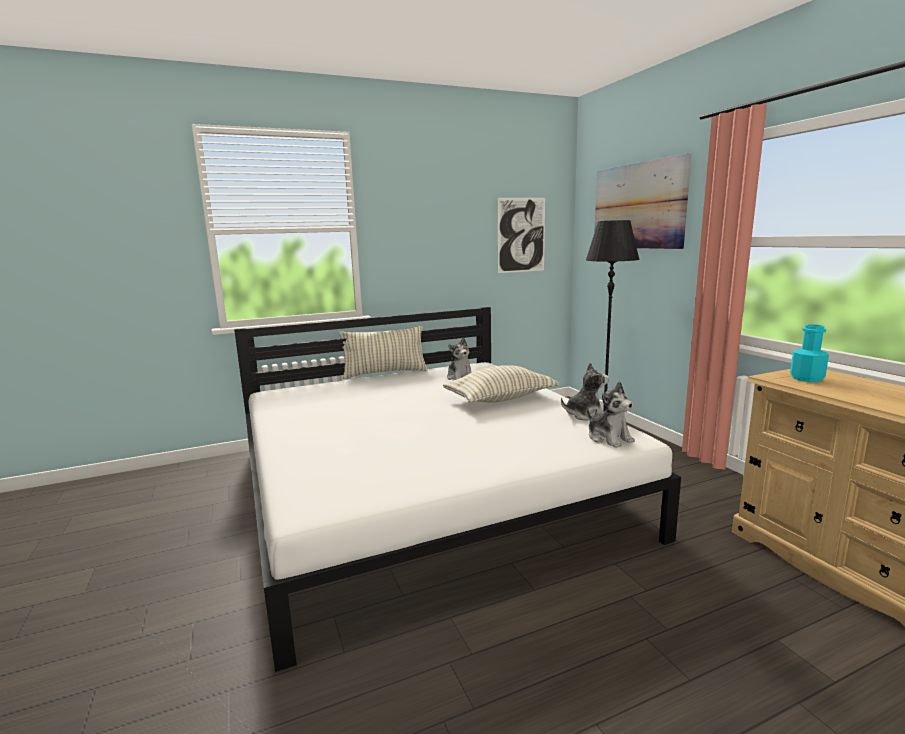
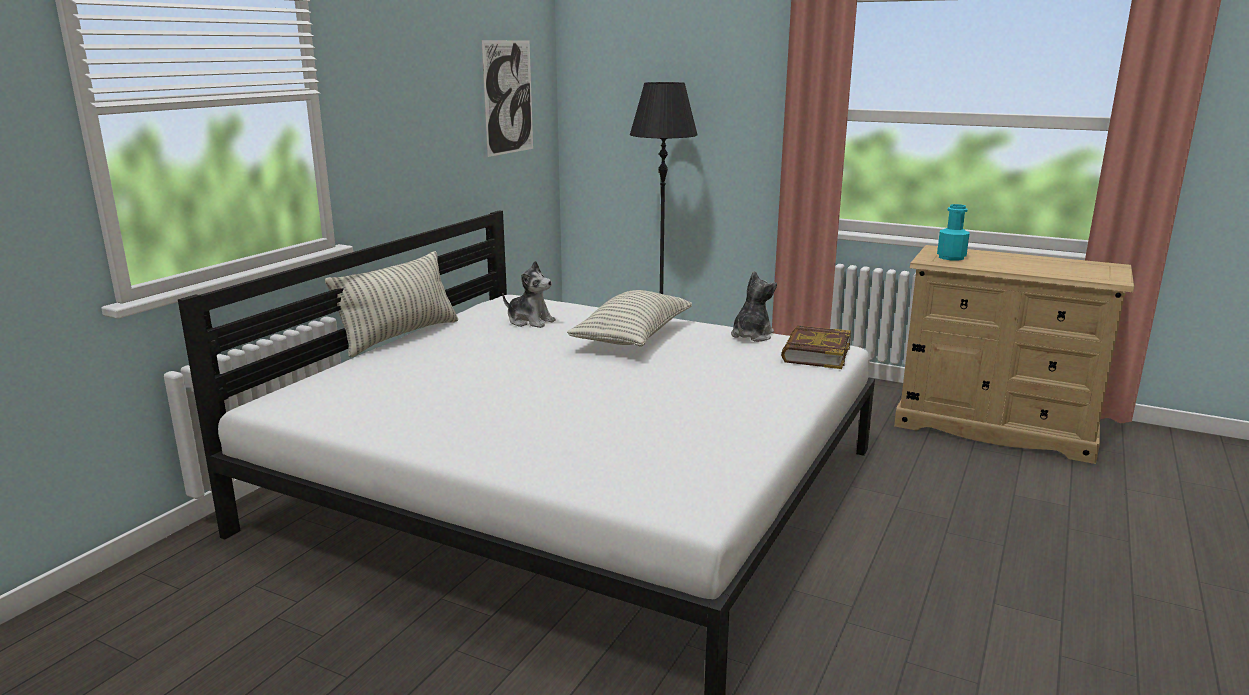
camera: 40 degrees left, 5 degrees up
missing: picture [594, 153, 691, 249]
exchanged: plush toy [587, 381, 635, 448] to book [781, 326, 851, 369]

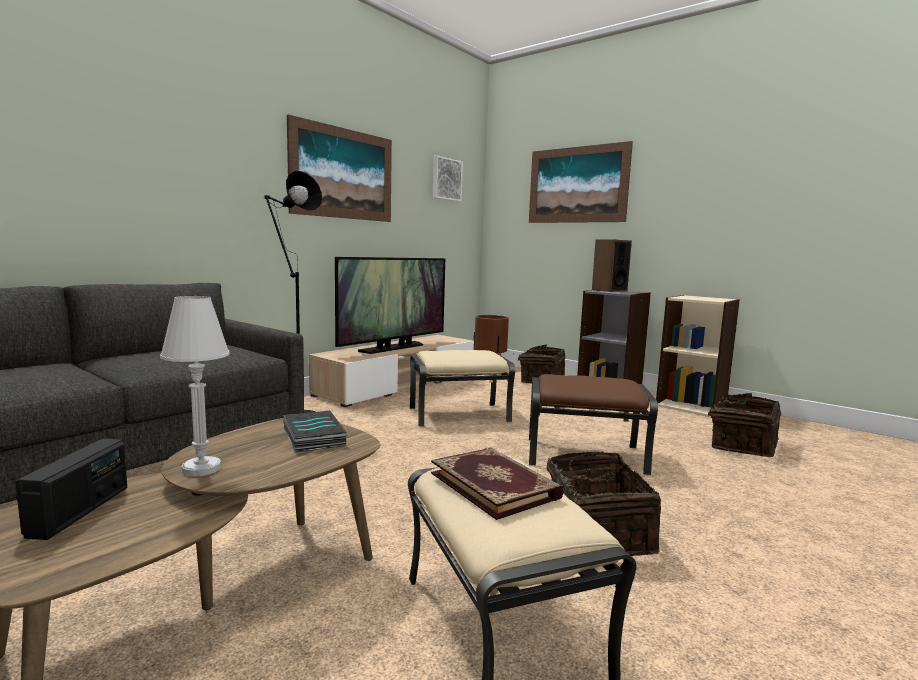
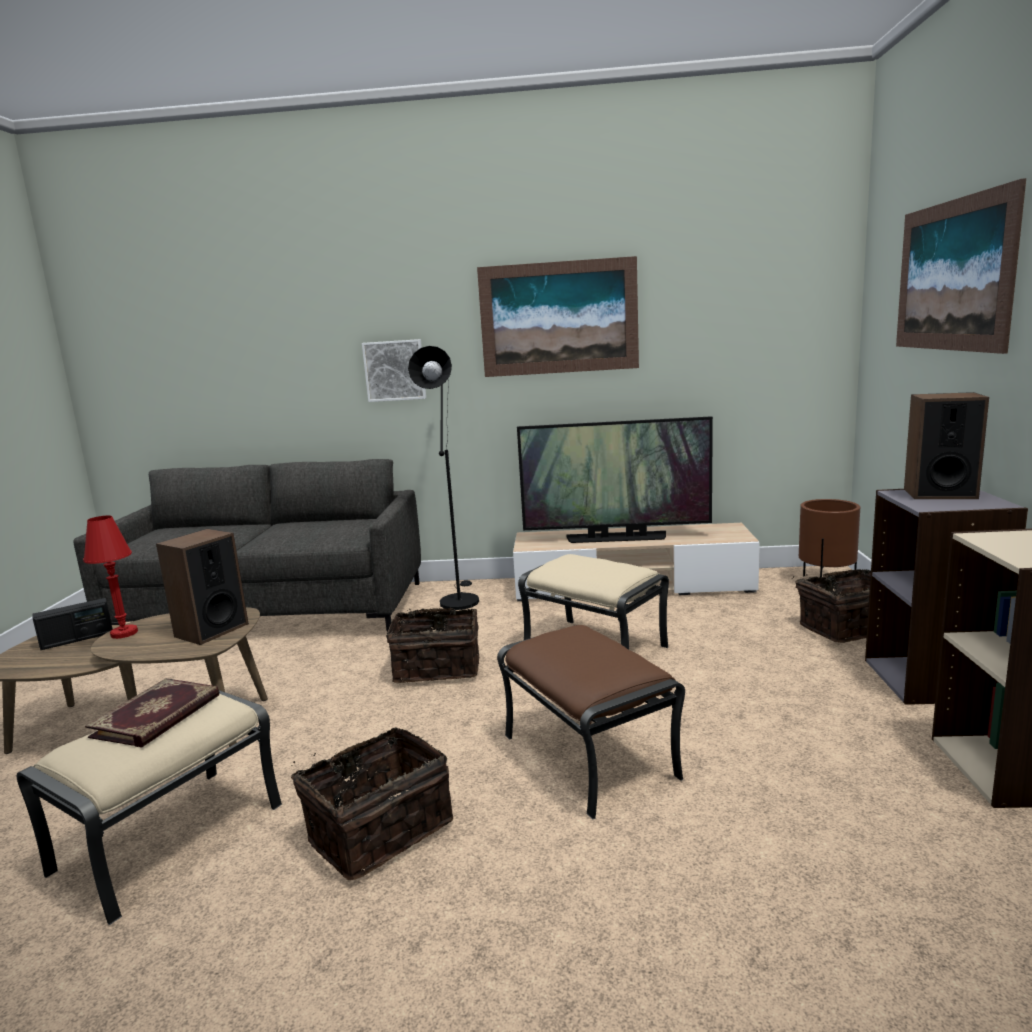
camera: 55 degrees right, 5 degrees up
relocated: picture [433, 156, 463, 202] to [362, 339, 426, 402]; basket [695, 393, 782, 457] to [386, 608, 479, 683]
exchanged: book [283, 411, 347, 452] to speaker [156, 529, 249, 645]
colour: table lamp (white) [160, 296, 230, 477] to table lamp (red) [83, 515, 138, 639]

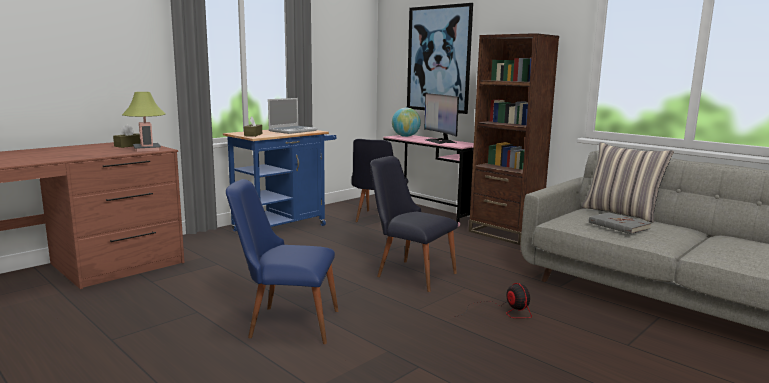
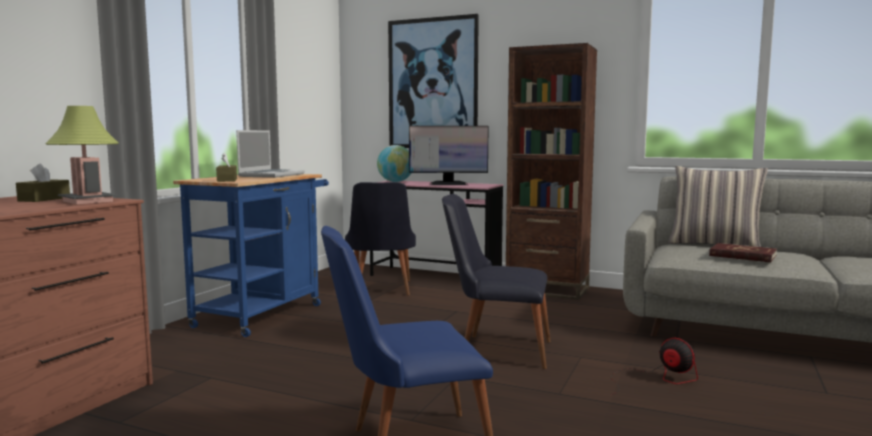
camera: 20 degrees left, 5 degrees down
colour: book (grey) [589, 212, 651, 234] to book (red) [709, 243, 777, 262]
spun: monitor [424, 93, 459, 144] = [409, 126, 489, 185] 45 degrees counterclockwise

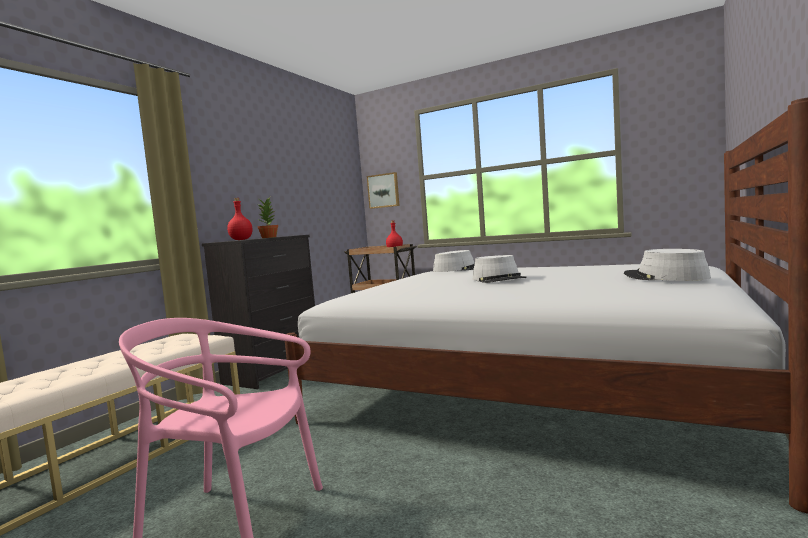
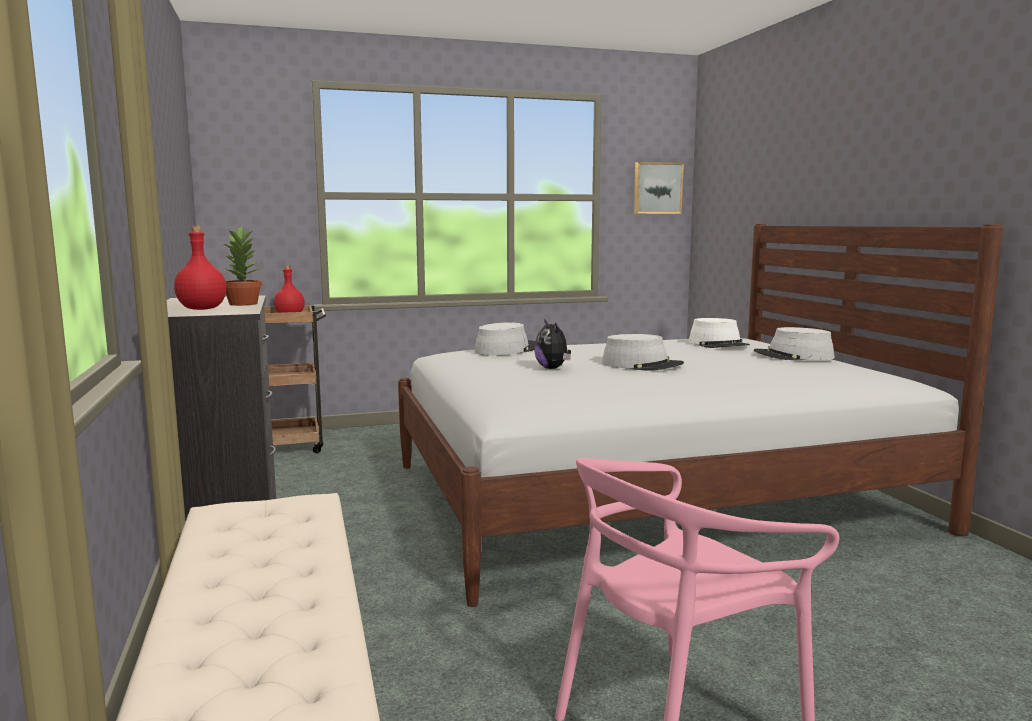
camera: 45 degrees left, 5 degrees up
appeared: plush toy [534, 319, 571, 369]; hat (white) [689, 318, 750, 348]
relocated: picture [367, 172, 399, 209] to [634, 162, 684, 214]

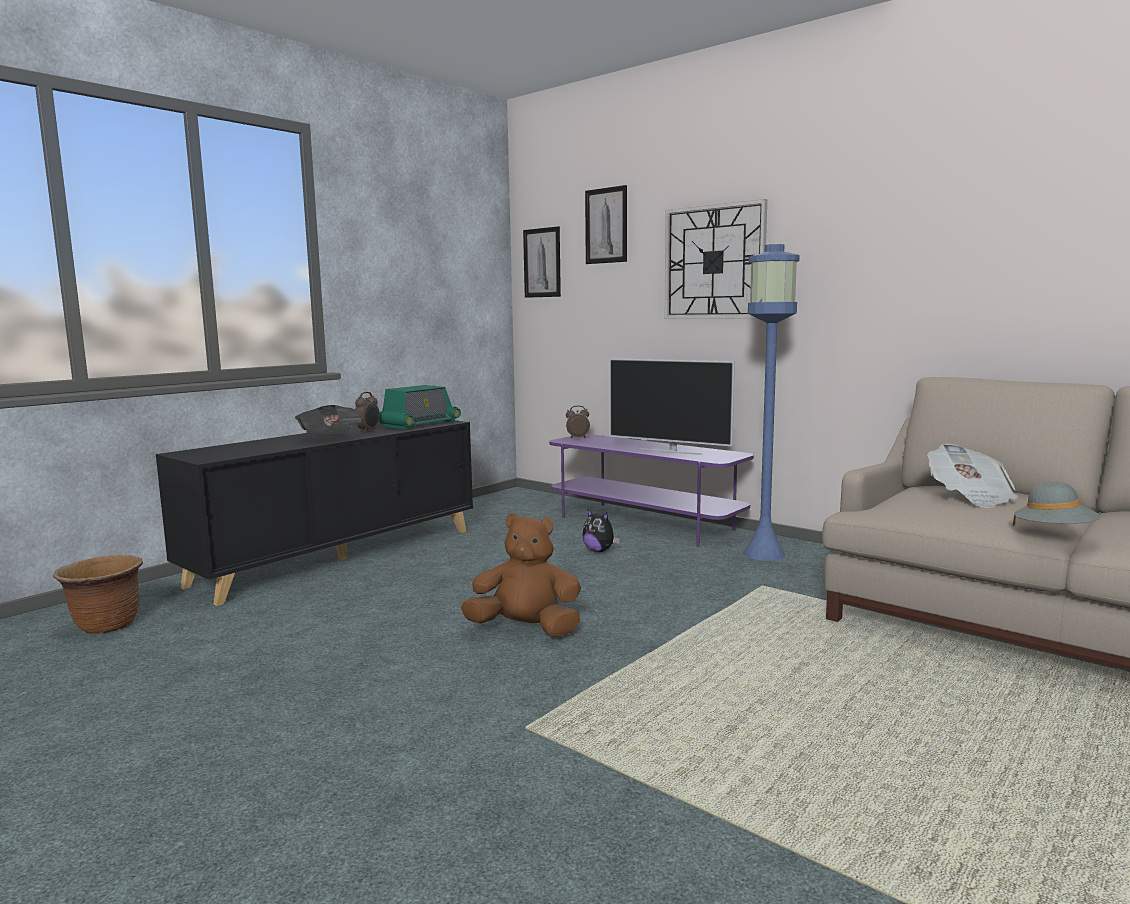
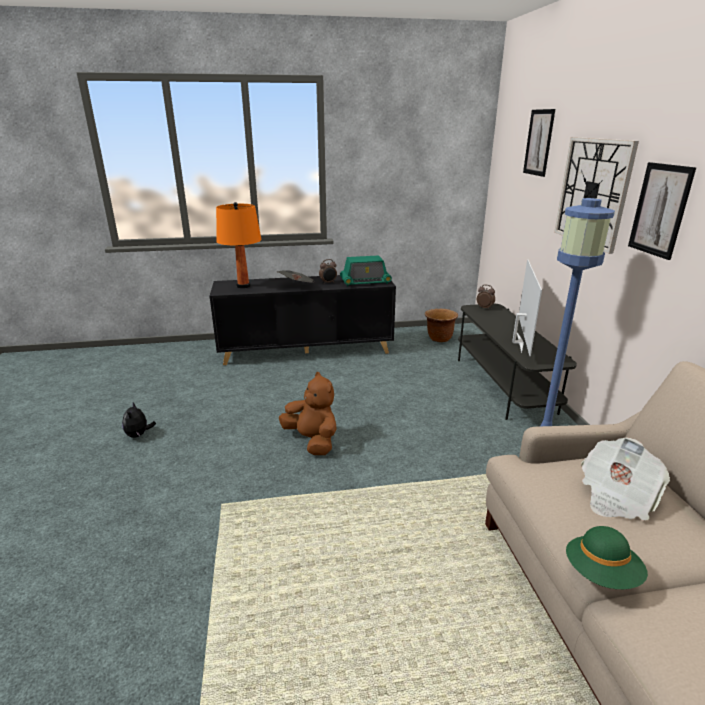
camera: 40 degrees right, 15 degrees up
appeared: table lamp (orange) [216, 202, 261, 288]
relocated: planter (brown) [53, 555, 143, 634] to [425, 309, 458, 342]; picture [523, 226, 561, 298] to [628, 162, 696, 260]; plush toy [582, 509, 620, 552] to [122, 402, 156, 438]
colour: tv stand (purple) [549, 434, 754, 547] to tv stand (grey) [458, 304, 577, 420]; hat (grey) [1013, 482, 1101, 526] to hat (green) [566, 526, 648, 589]
spun: television [609, 358, 735, 455] = [512, 259, 542, 357] 150 degrees counterclockwise

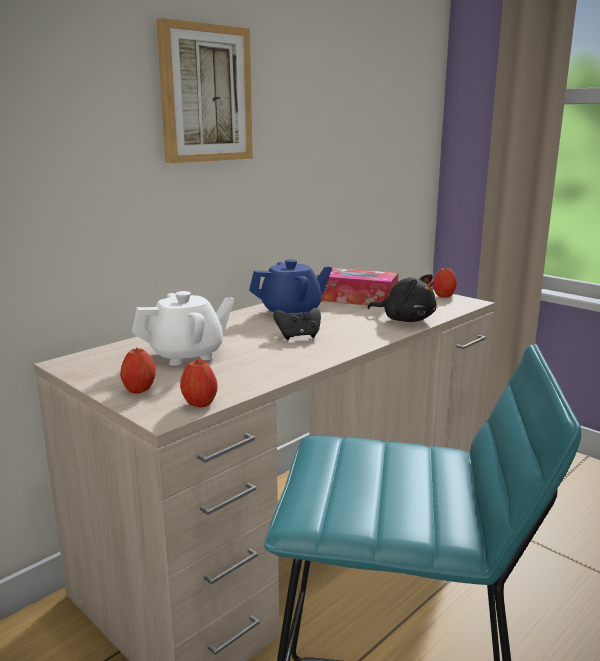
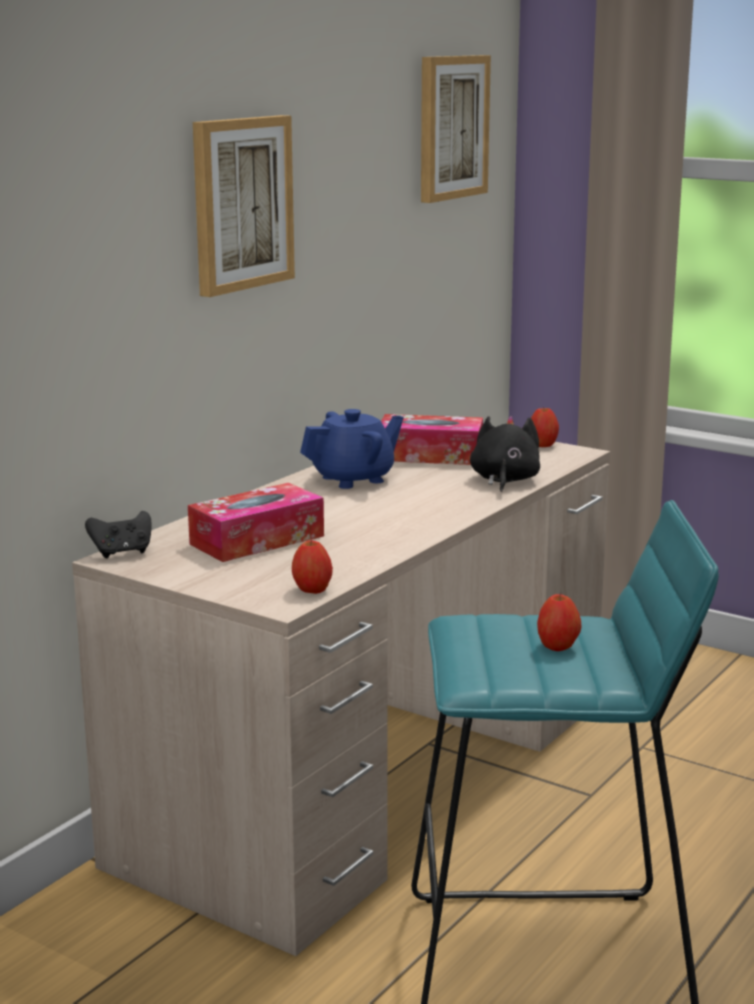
camera: 10 degrees left, 0 degrees up
appeared: picture [421, 55, 491, 203]
relocated: apple [120, 348, 156, 394] to [537, 594, 582, 651]; game controller (black) [273, 307, 321, 340] to [85, 511, 152, 558]
exchanged: teapot (white) [132, 291, 234, 366] to tissue box [188, 483, 324, 562]
spun: plush toy (black) [367, 274, 437, 322] = [470, 416, 540, 492] 105 degrees counterclockwise

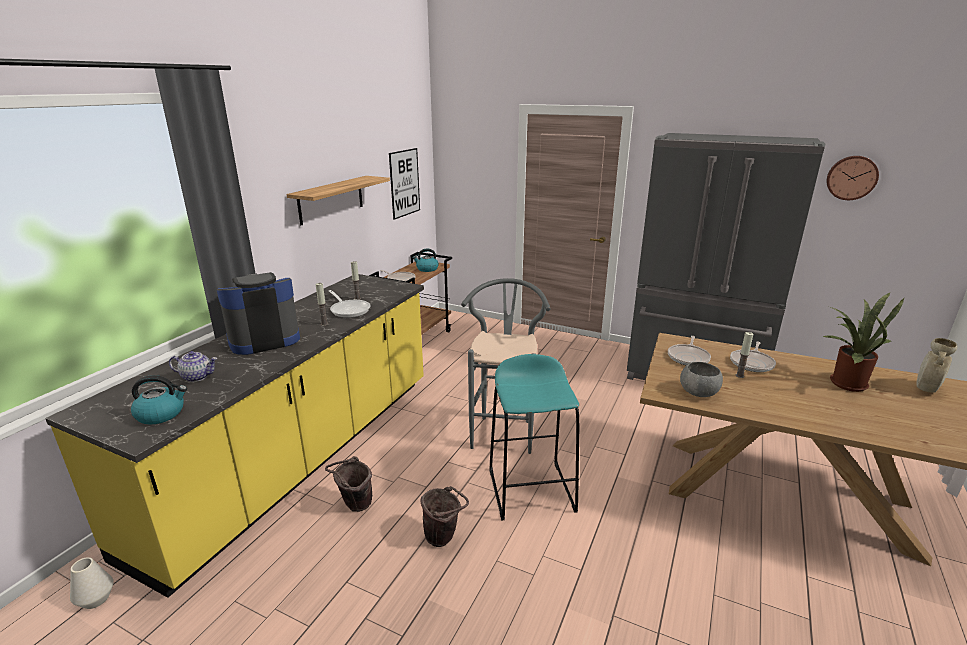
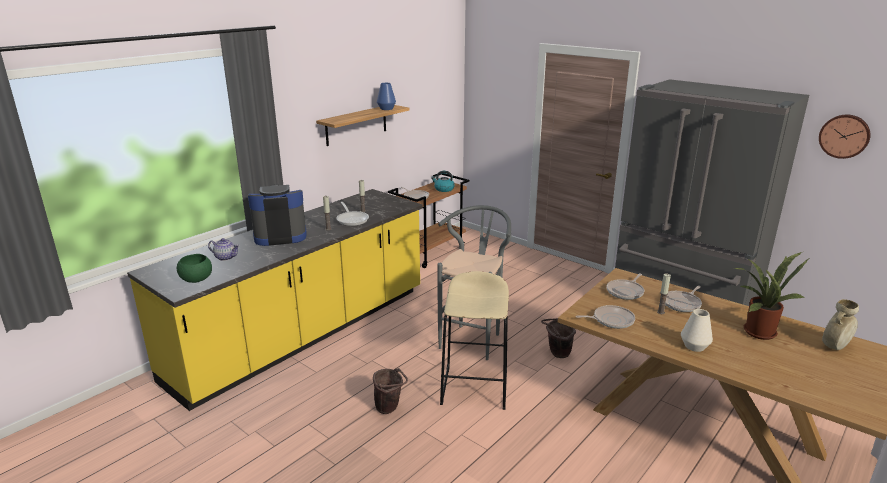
camera: 15 degrees right, 0 degrees up
missing: picture [389, 148, 420, 220]
appeared: vase (blue) [377, 83, 396, 110]
relocated: vase (white) [70, 557, 114, 609] to [681, 309, 713, 352]; bucket (brown) [325, 456, 372, 512] to [541, 318, 576, 358]
exchanged: kettle [131, 375, 187, 425] to bowl (green) [177, 254, 212, 283]; bowl (grey) [680, 362, 723, 397] to frying pan [576, 305, 635, 329]
colour: stool (turquoise) [489, 354, 579, 521] to stool (beige) [440, 271, 509, 410]

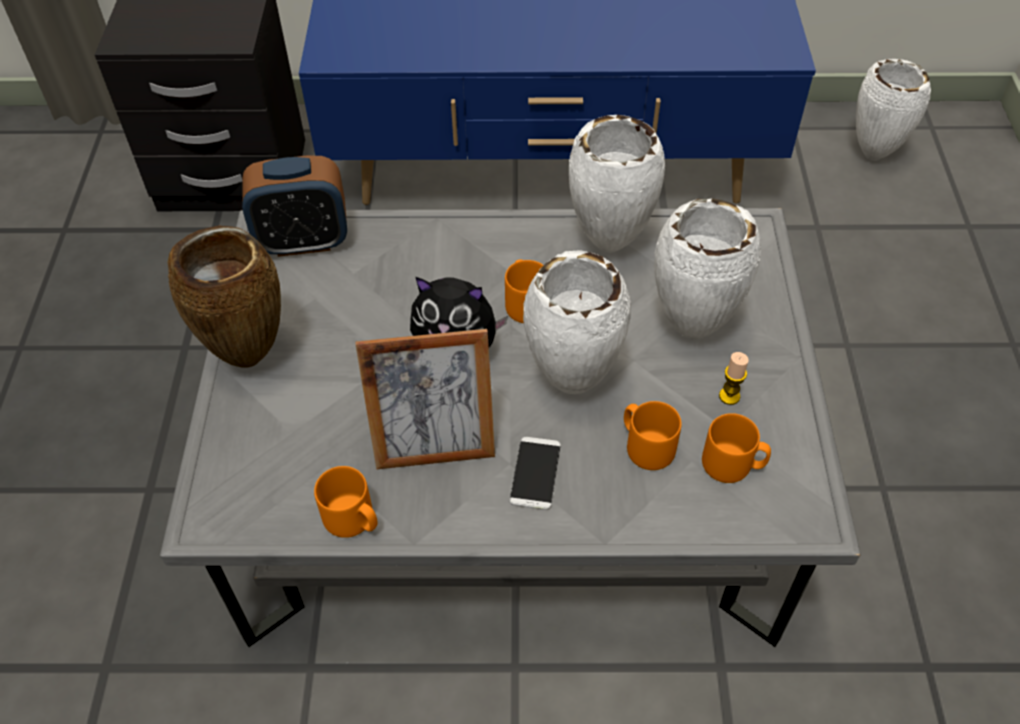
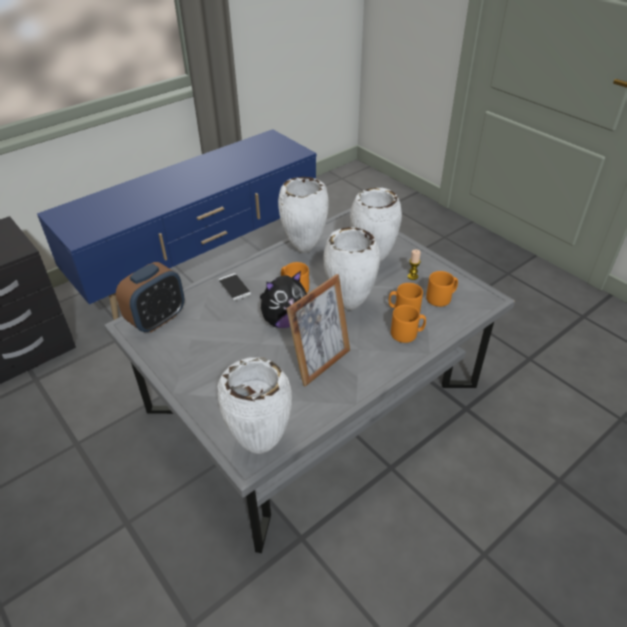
camera: 40 degrees left, 10 degrees down
missing: vase (brown) [167, 226, 281, 368]
relocated: mug (orange) [314, 466, 378, 538] to [391, 305, 426, 343]; phone [510, 437, 561, 510] to [218, 273, 251, 301]; vase (white) [856, 59, 931, 161] to [218, 357, 292, 454]

